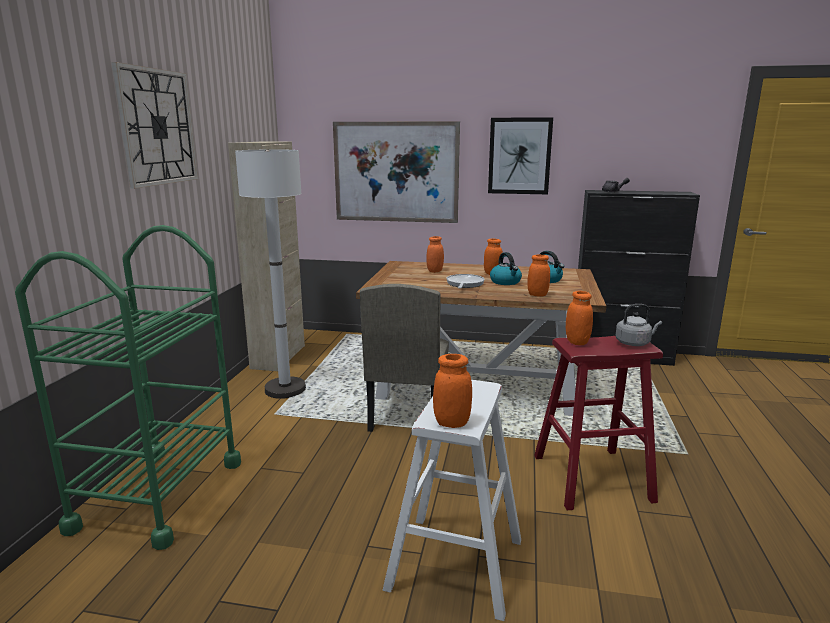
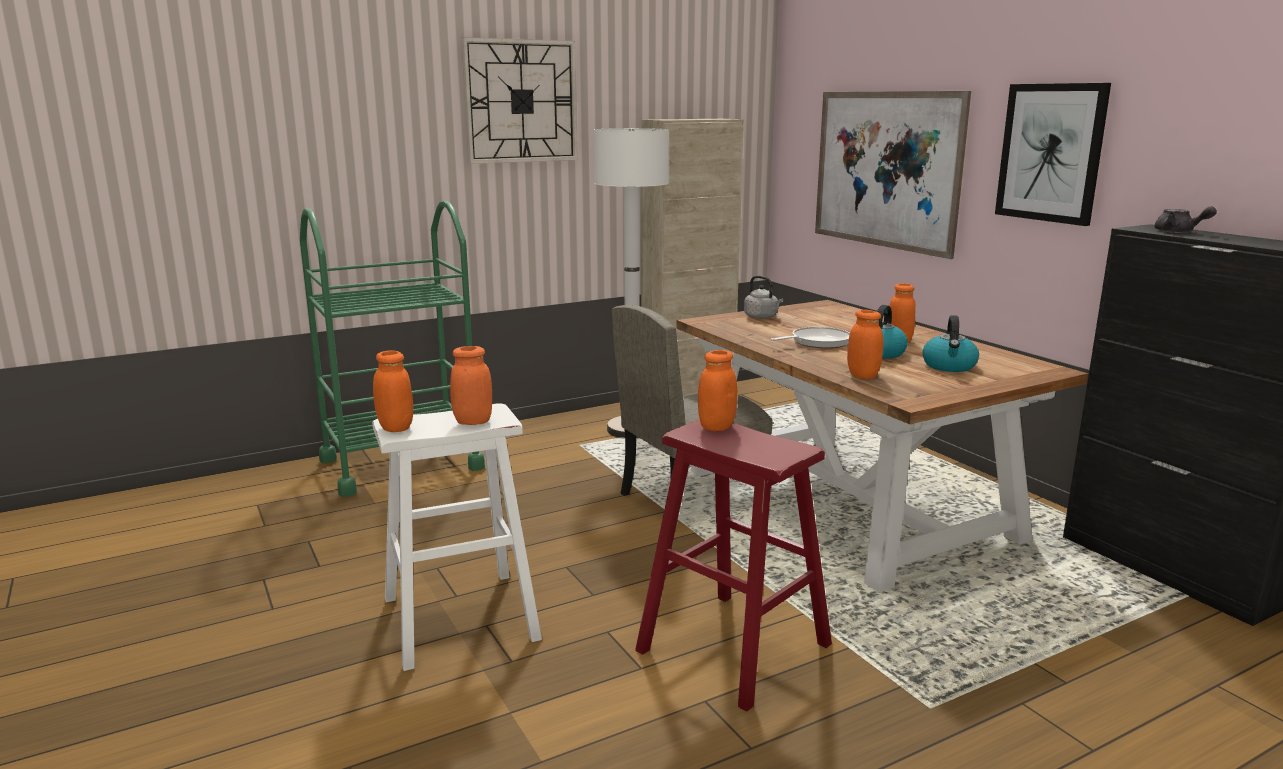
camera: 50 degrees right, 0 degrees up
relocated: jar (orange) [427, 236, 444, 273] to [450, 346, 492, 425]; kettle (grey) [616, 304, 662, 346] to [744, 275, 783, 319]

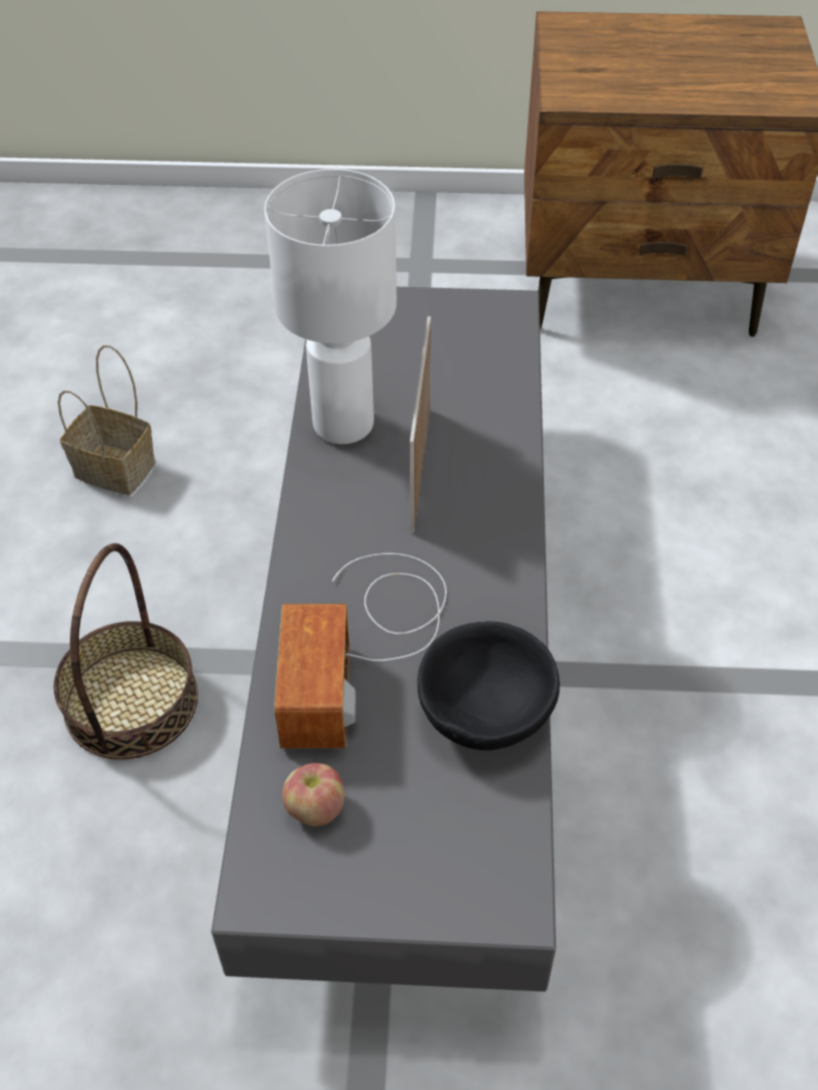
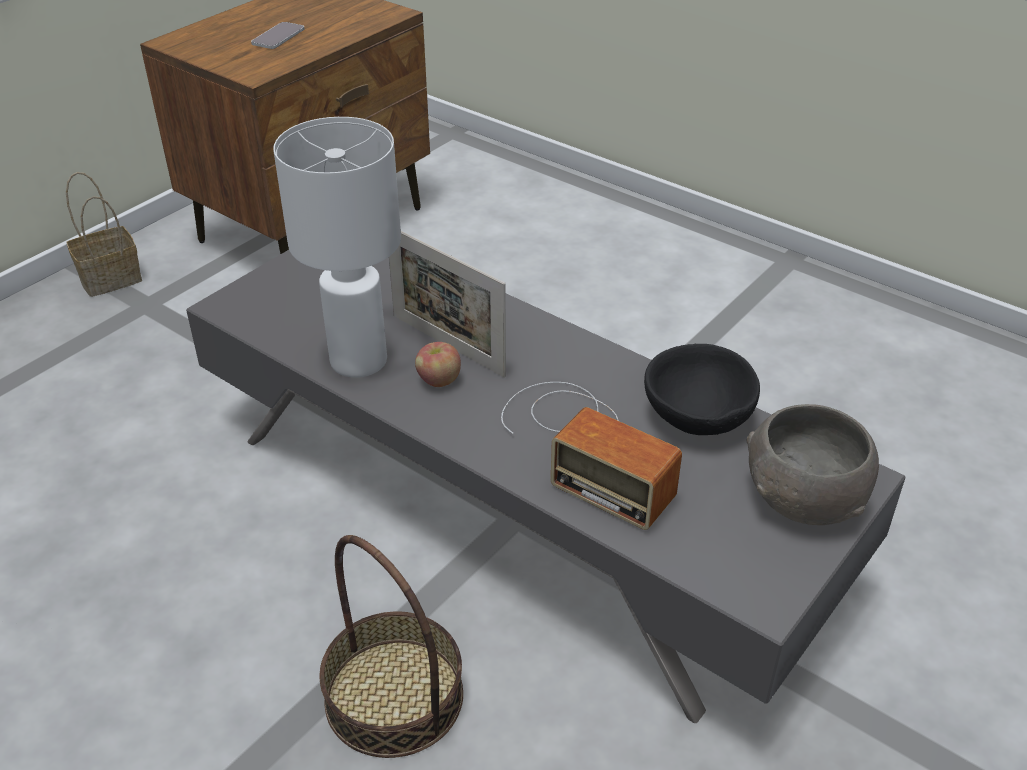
camera: 55 degrees left, 10 degrees down
appeared: phone [251, 22, 304, 49]; bowl (grey) [746, 404, 879, 525]
relocated: basket [58, 345, 155, 495] to [66, 172, 142, 297]; apple [282, 763, 345, 826] to [415, 342, 461, 387]

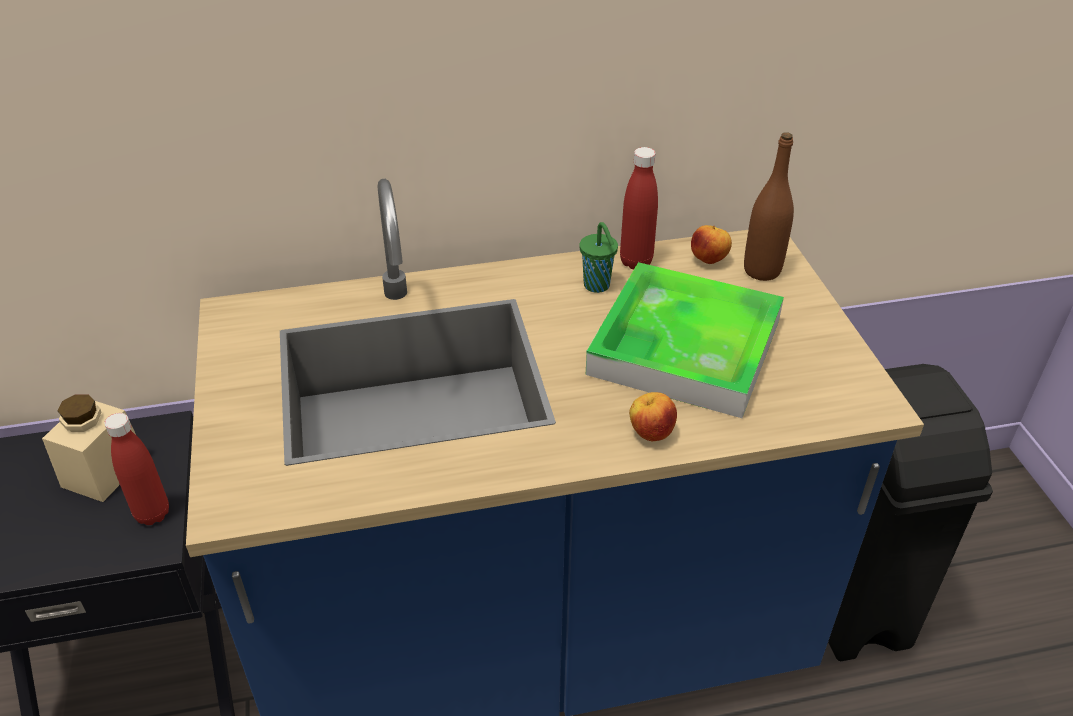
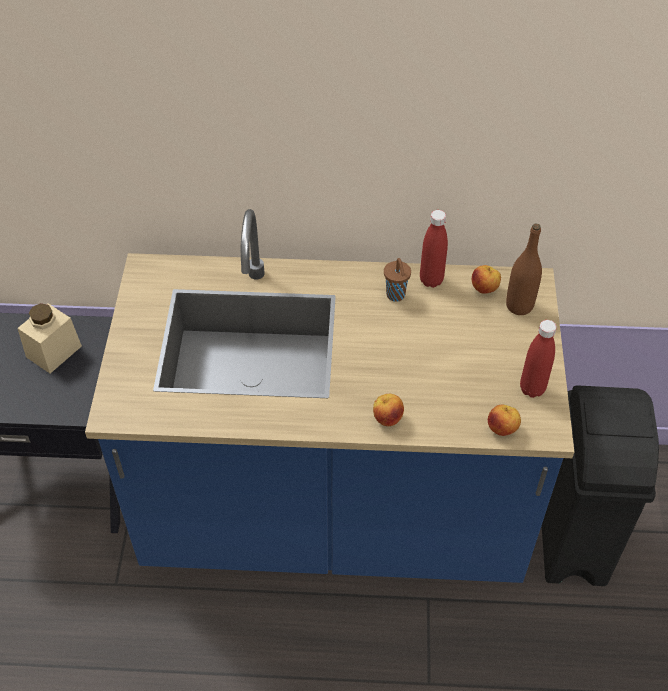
camera: 15 degrees right, 10 degrees up
missing: tray [586, 262, 784, 418]
appeared: apple [488, 405, 521, 436]
relocated: bottle (red) [104, 413, 169, 525] to [520, 320, 557, 398]
colour: cup (green) [579, 222, 618, 293] to cup (brown) [384, 258, 411, 302]

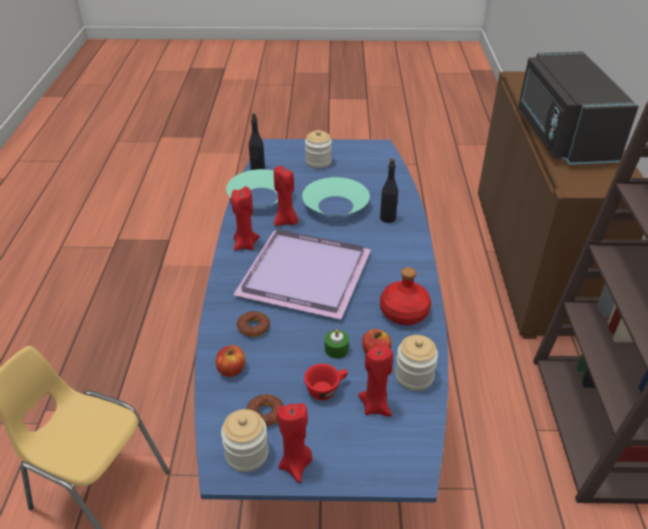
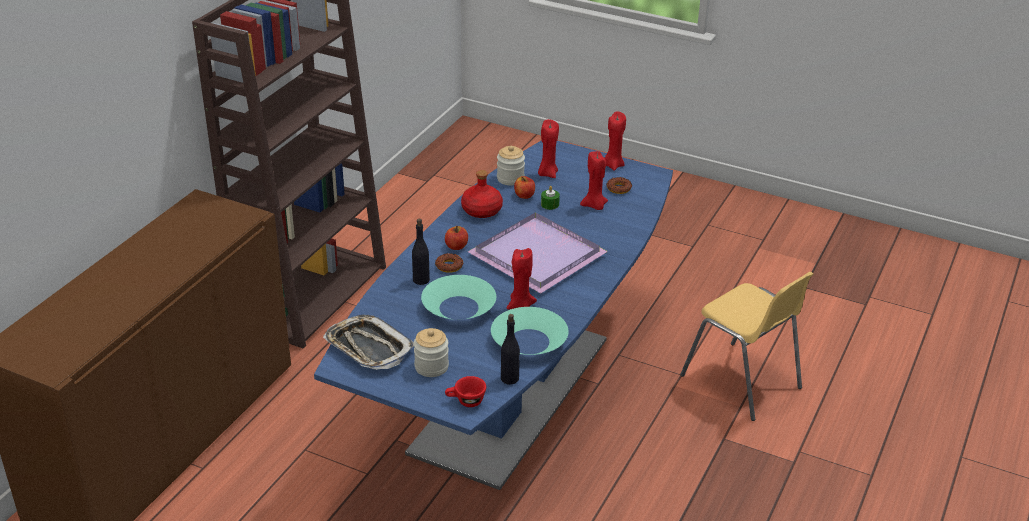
camera: 155 degrees left, 5 degrees down
missing: jar [221, 409, 269, 472]; microwave (black) [518, 52, 639, 165]
appeared: tray [323, 315, 414, 370]
relocated: apple [216, 345, 246, 377] to [445, 226, 468, 250]; candle (red) [231, 186, 260, 251] to [580, 151, 608, 210]; donut [237, 311, 270, 337] to [435, 253, 463, 273]; cup (red) [304, 364, 348, 400] to [445, 376, 486, 407]

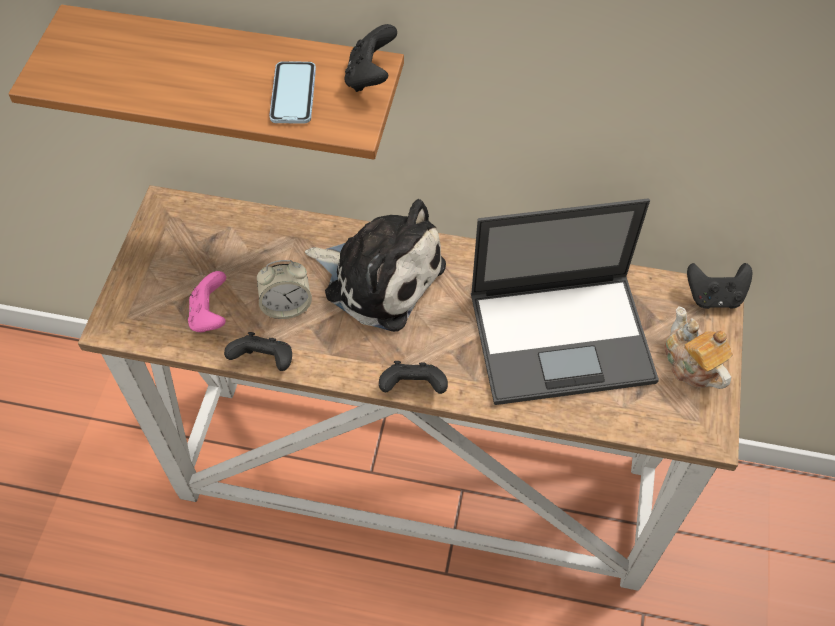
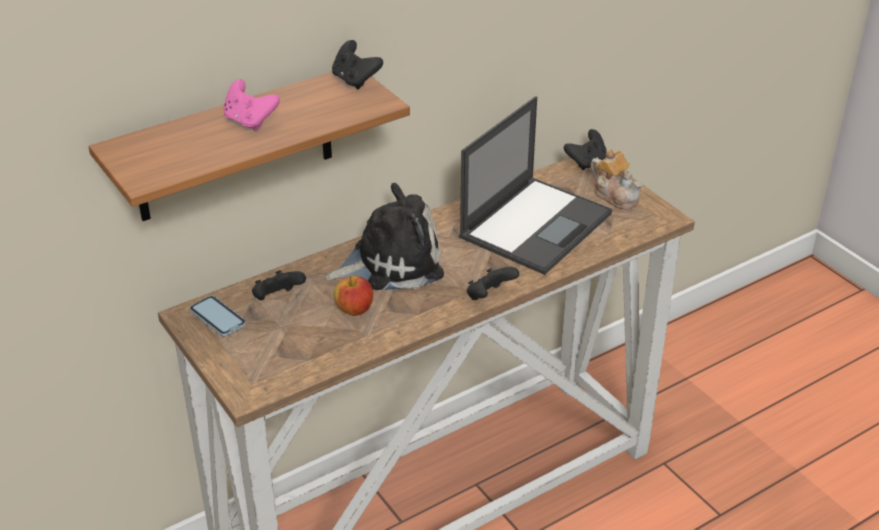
camera: 45 degrees left, 20 degrees down
relocated: game controller (pink) [188, 271, 226, 333] to [223, 79, 280, 131]; game controller (black) [224, 332, 292, 371] to [252, 270, 306, 300]; phone [269, 61, 316, 123] to [189, 296, 246, 336]
exchanged: alarm clock [257, 260, 312, 319] to apple [334, 276, 373, 316]
spun: teapot [664, 306, 733, 389] = [590, 149, 643, 210] 150 degrees counterclockwise

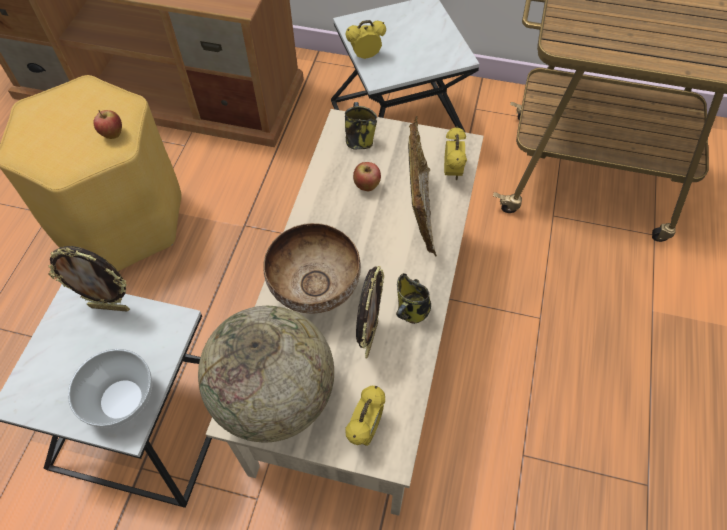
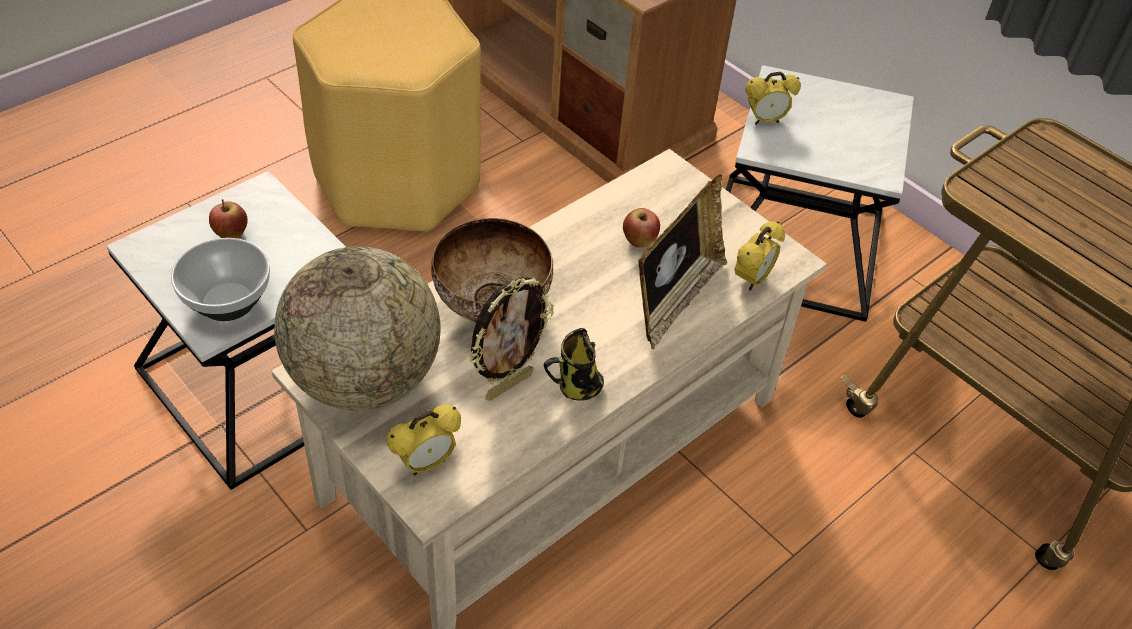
camera: 30 degrees right, 10 degrees down
missing: picture frame [48, 246, 130, 312]; mug [345, 102, 377, 149]
relocated: apple [93, 110, 122, 139] to [209, 199, 248, 239]
spun: alarm clock [345, 20, 386, 59] = [745, 72, 801, 125] 150 degrees clockwise

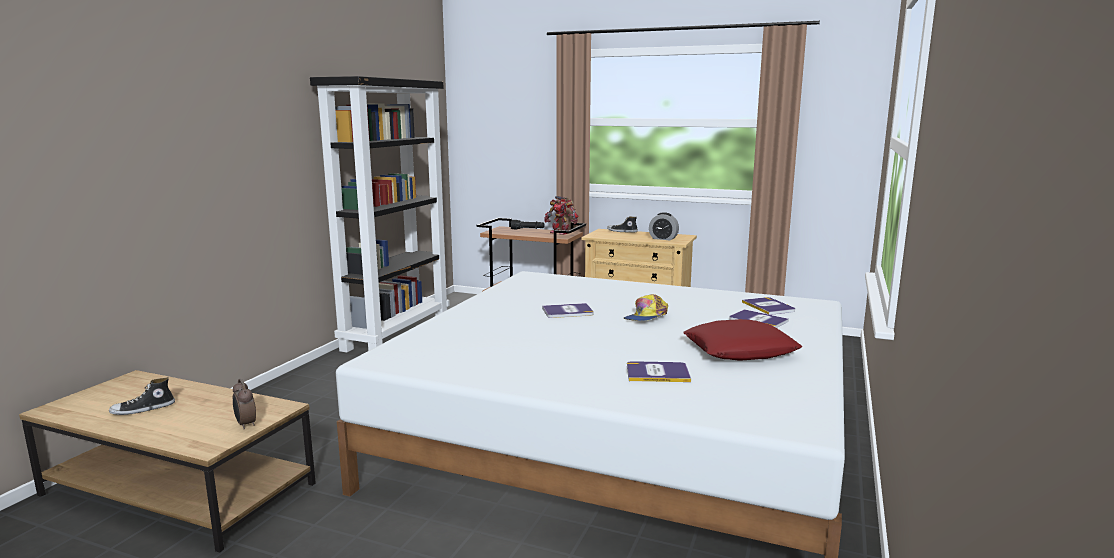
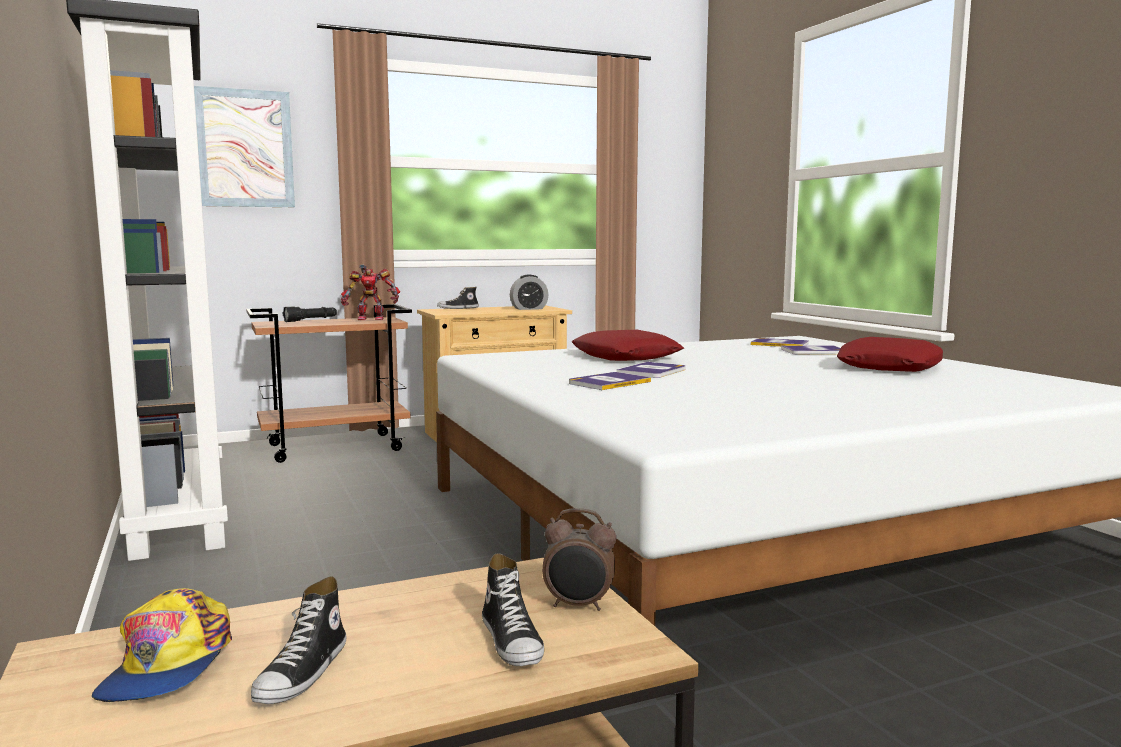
camera: 45 degrees left, 5 degrees down
appeared: picture [194, 86, 295, 207]; shoe [482, 553, 544, 666]; pillow (red) [572, 330, 684, 361]
relocated: cap [624, 294, 668, 321] to [92, 588, 232, 702]; book [627, 361, 691, 382] to [569, 372, 651, 390]

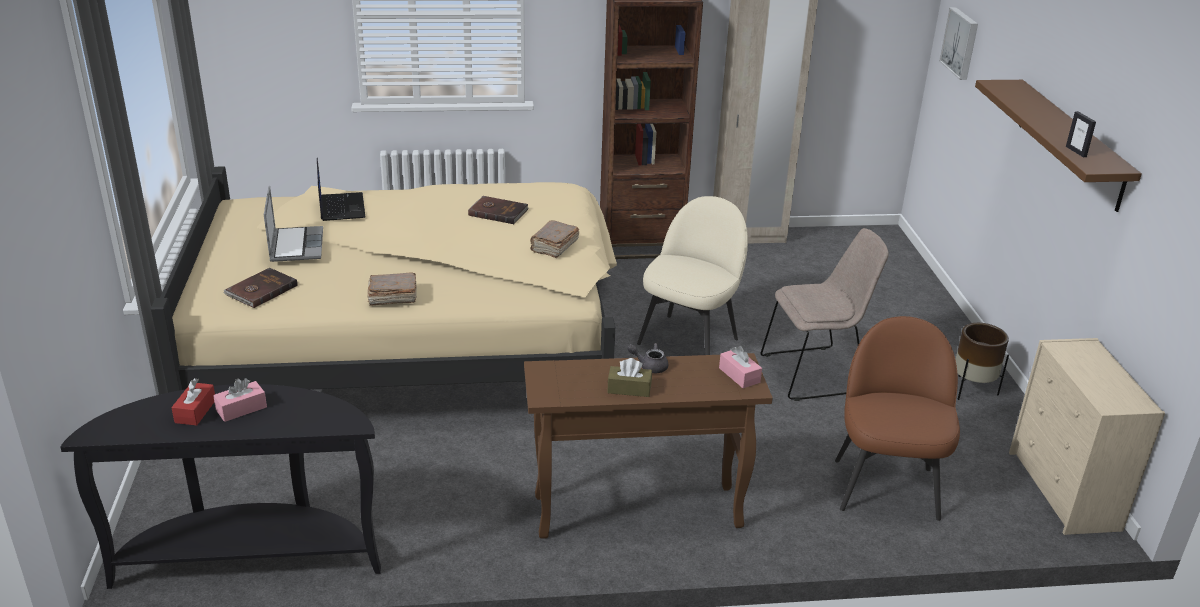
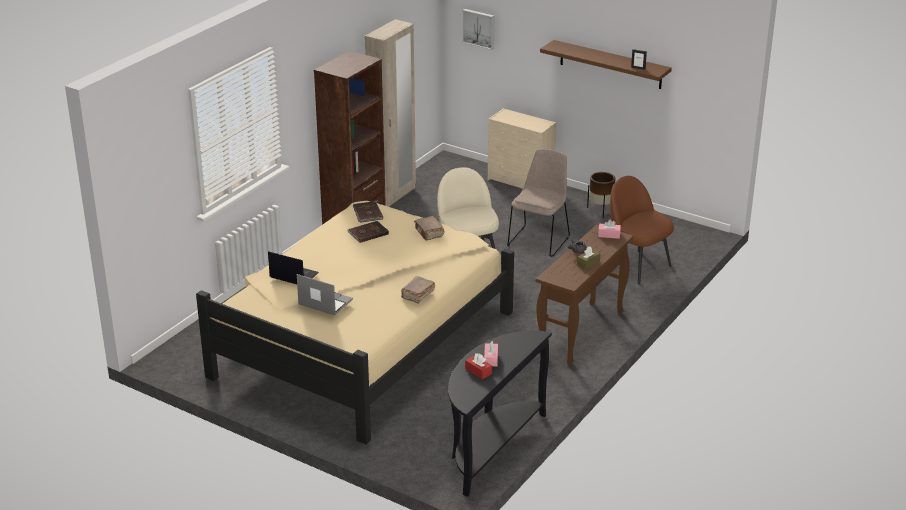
camera: 50 degrees left, 0 degrees up
relocated: book (brown) [223, 268, 298, 308] to [353, 201, 383, 222]; dresser (beige) [1009, 338, 1165, 535] to [488, 108, 557, 189]

